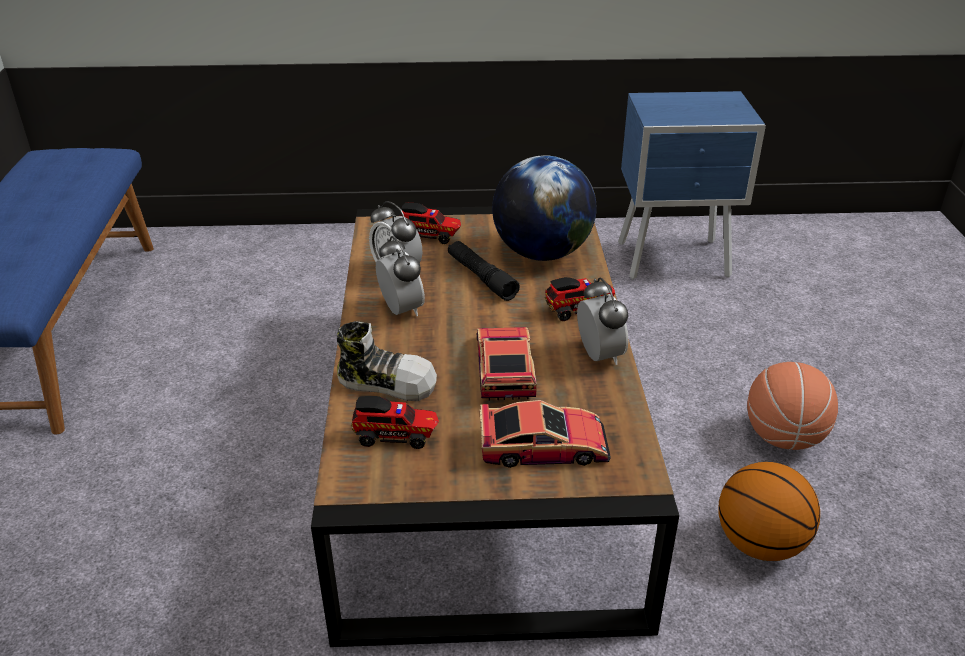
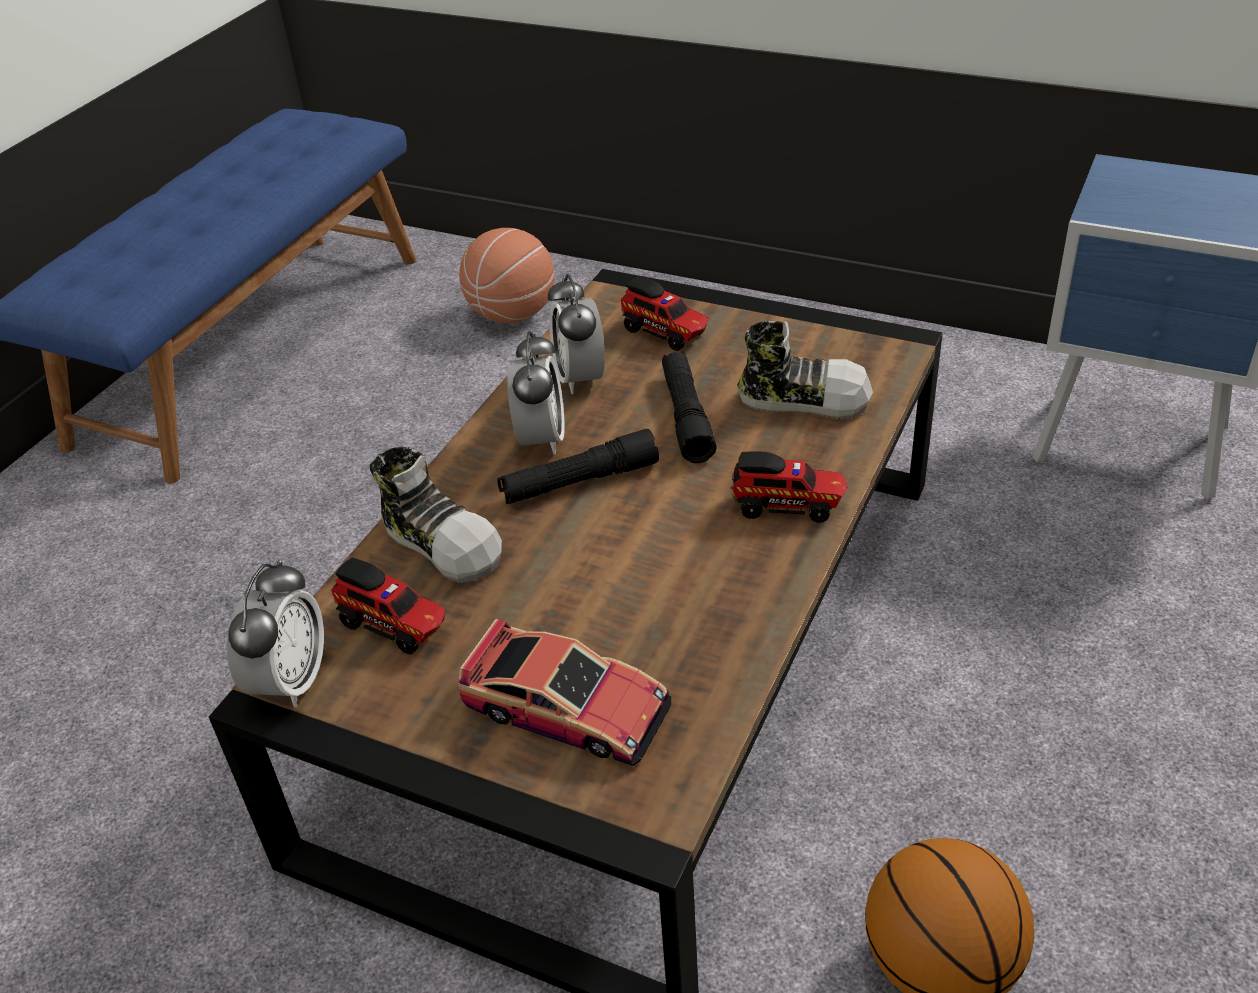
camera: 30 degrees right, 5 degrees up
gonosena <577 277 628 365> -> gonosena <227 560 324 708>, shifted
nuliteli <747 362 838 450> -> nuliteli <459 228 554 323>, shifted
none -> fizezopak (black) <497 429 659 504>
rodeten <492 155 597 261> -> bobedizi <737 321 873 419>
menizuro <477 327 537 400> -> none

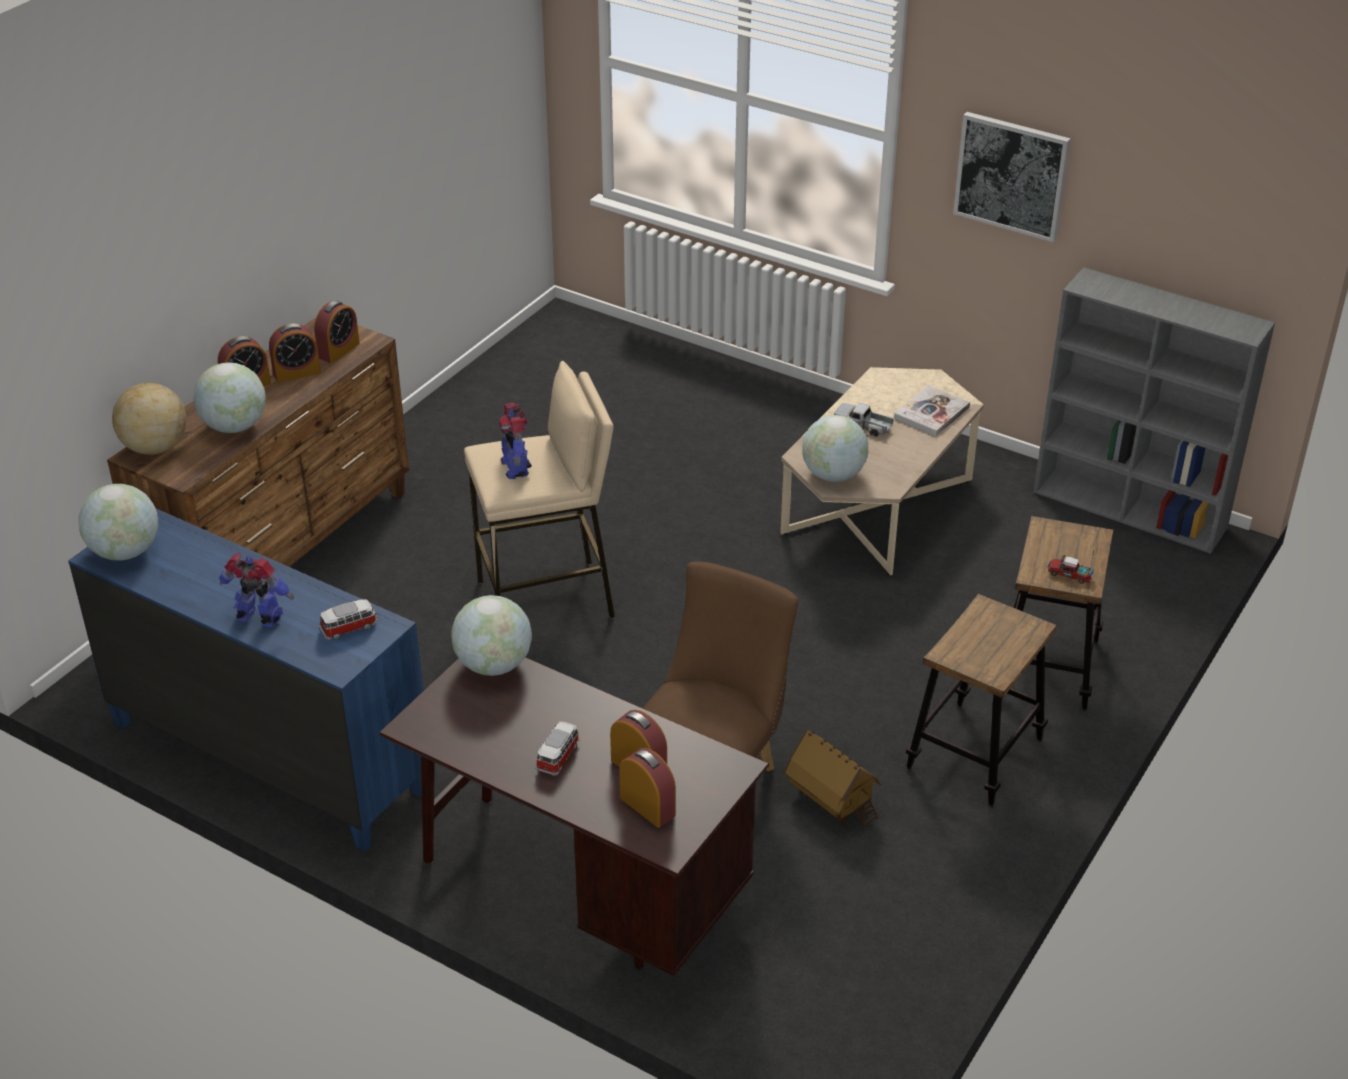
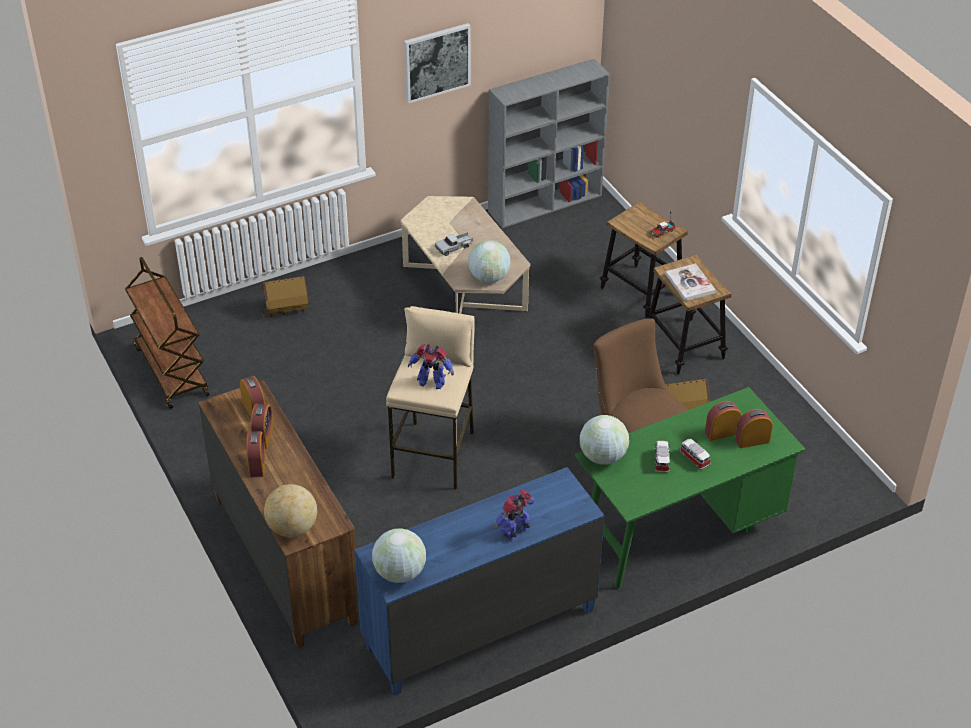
camera: 60 degrees left, 5 degrees up
none -> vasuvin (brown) <125 257 210 409>
none -> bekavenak <262 276 309 321>
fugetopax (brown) <379 657 769 976> -> fugetopax (green) <575 387 805 589>
menizuro <319 599 378 640> -> menizuro <655 441 670 472>, shifted
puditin <894 385 970 436> -> puditin <665 264 716 301>, shifted
rodeten <193 362 266 433> -> none

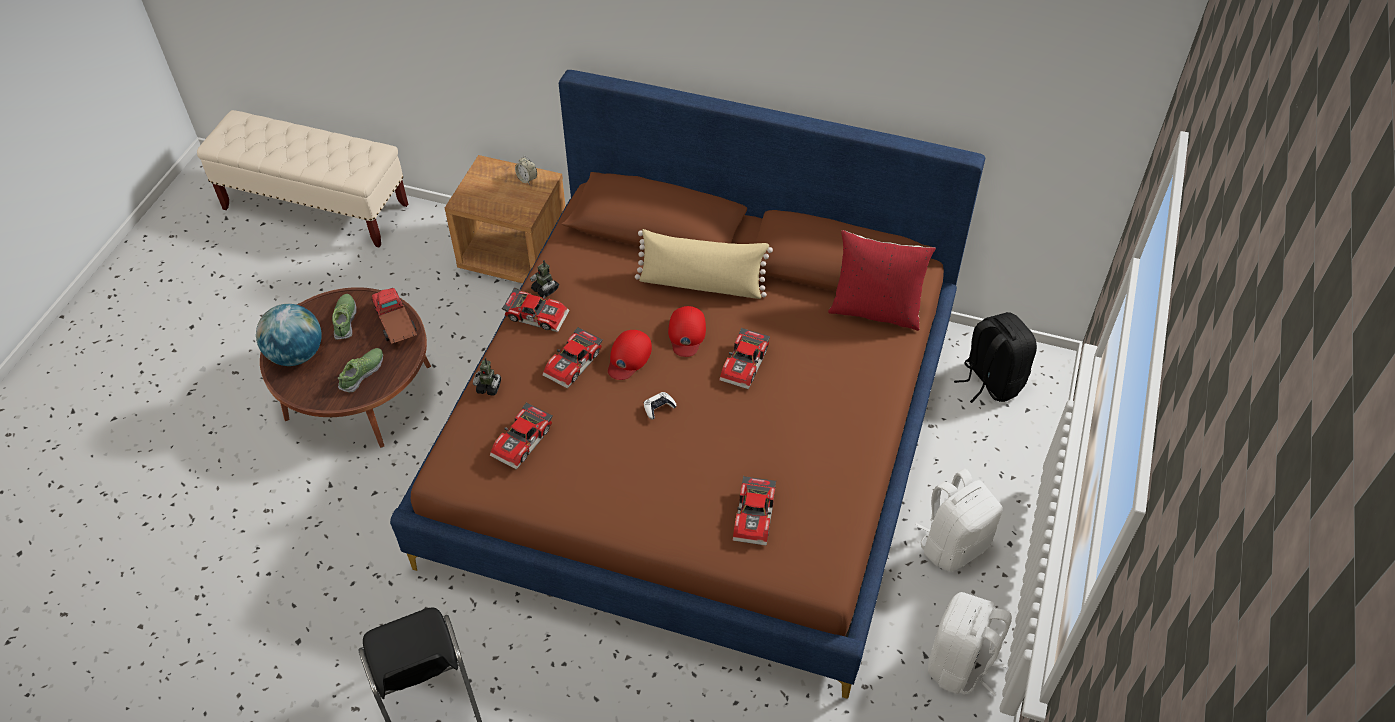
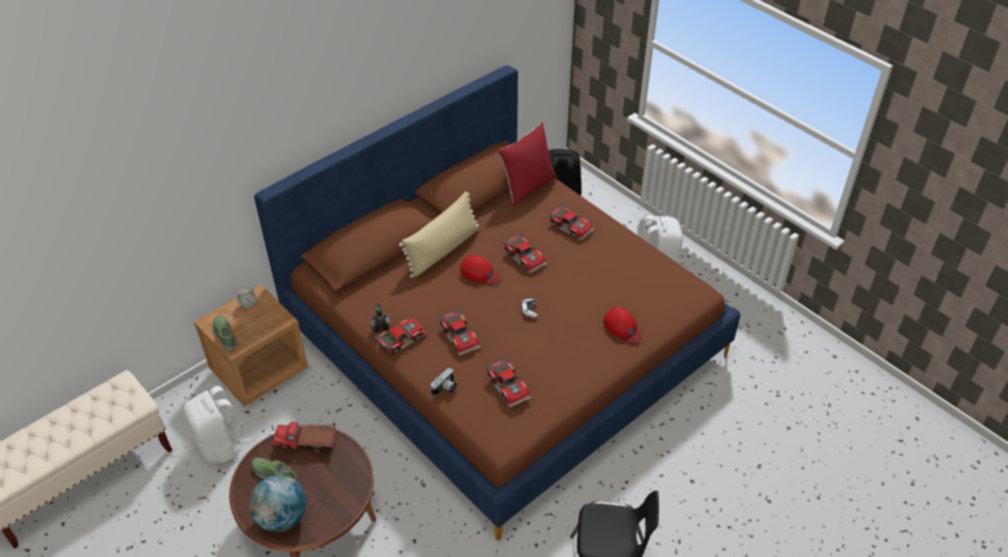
camera: 60 degrees left, 5 degrees down
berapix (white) <928 592 1012 696> -> berapix (white) <183 386 252 464>, shifted
bobedizi <338 348 383 393> -> bobedizi <213 315 238 351>, shifted
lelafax <473 357 501 396> -> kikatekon <431 368 457 396>
menizuro <733 476 776 546> -> menizuro <548 204 594 241>, shifted
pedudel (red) <608 330 652 380> -> pedudel (red) <604 307 642 344>, shifted

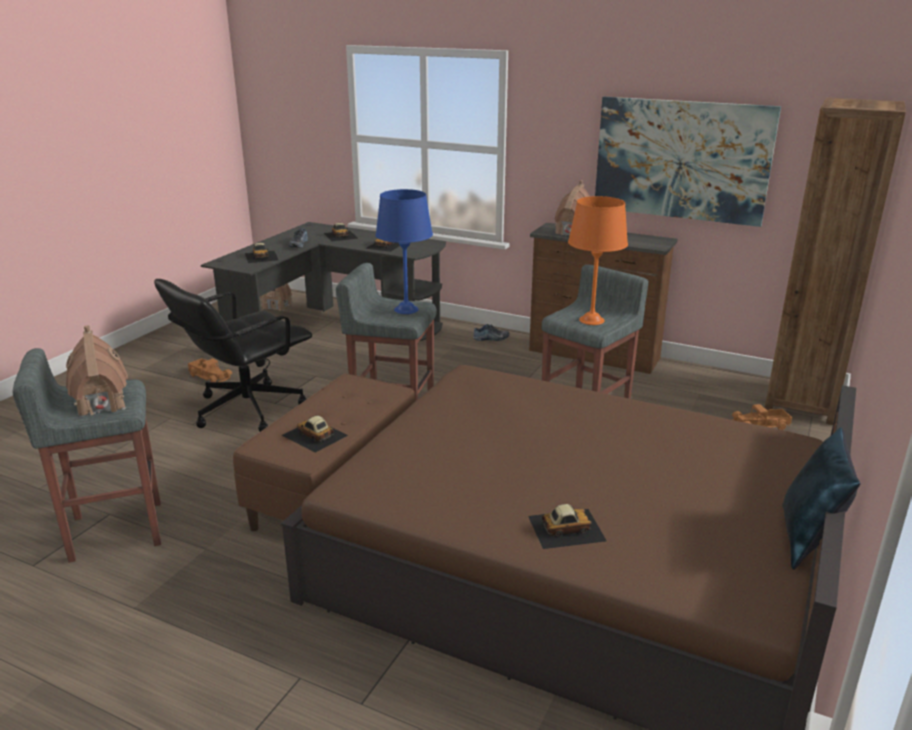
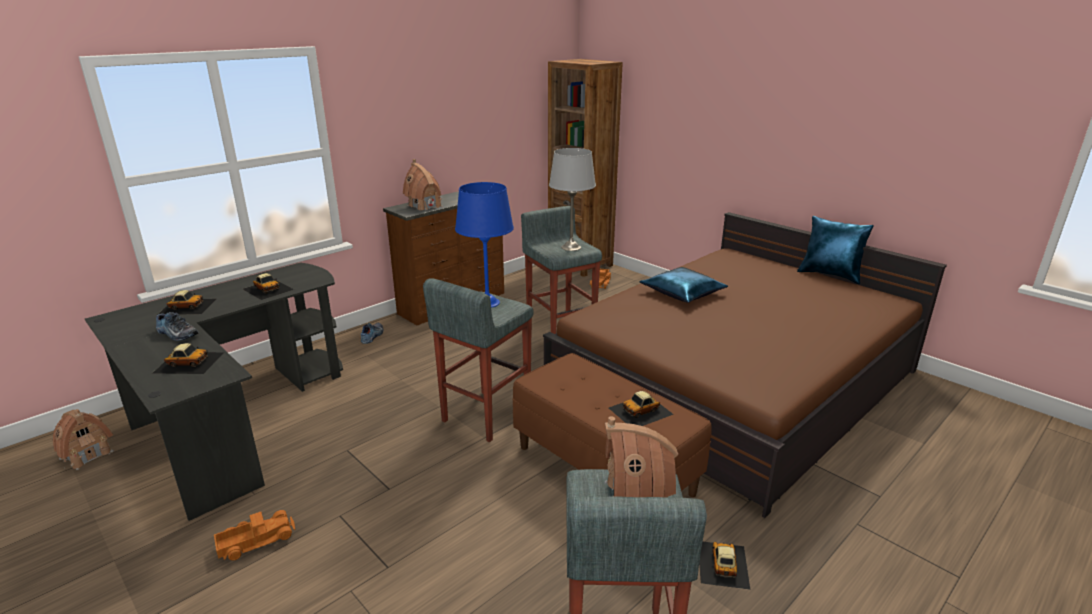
camera: 70 degrees left, 0 degrees up
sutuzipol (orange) <568 196 628 325> -> sutuzipol (grey) <549 148 596 251>
none -> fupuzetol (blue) <639 267 728 303>
menizuro <528 504 607 549> -> menizuro <699 541 750 590>, shifted
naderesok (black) <154 279 312 432> -> none
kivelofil <595 97 781 227> -> none

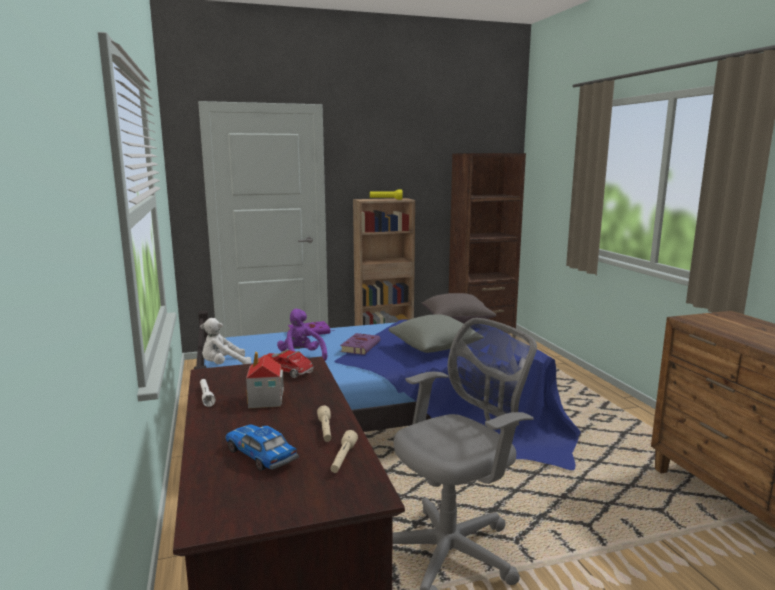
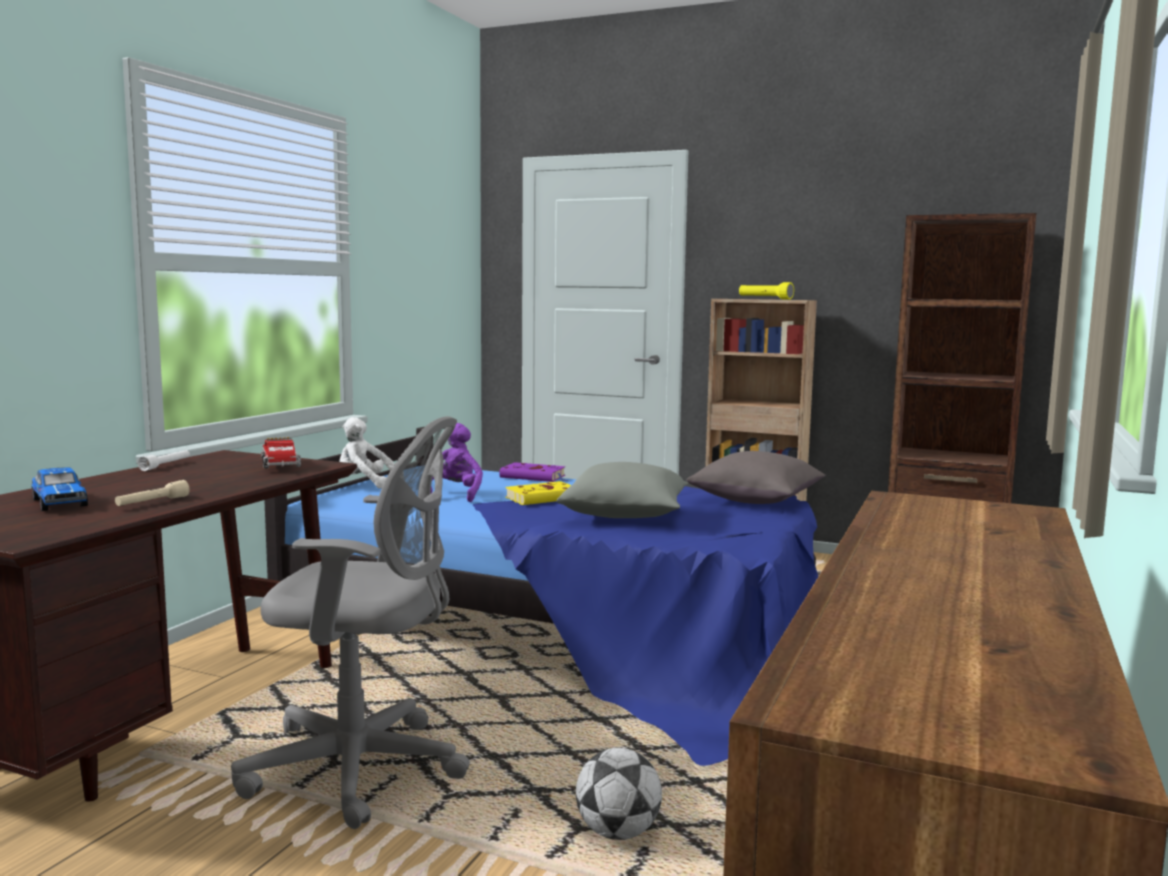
camera: 40 degrees right, 5 degrees down
menizuro <225 424 299 471> -> menizuro <31 467 88 511>, 150 degrees clockwise
puditin (purple) <340 333 380 355> -> puditin (yellow) <505 481 571 505>
none -> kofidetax <576 748 662 840>
bekavenak <246 351 284 409> -> none
fizezopak (beige) <330 430 358 473> -> none

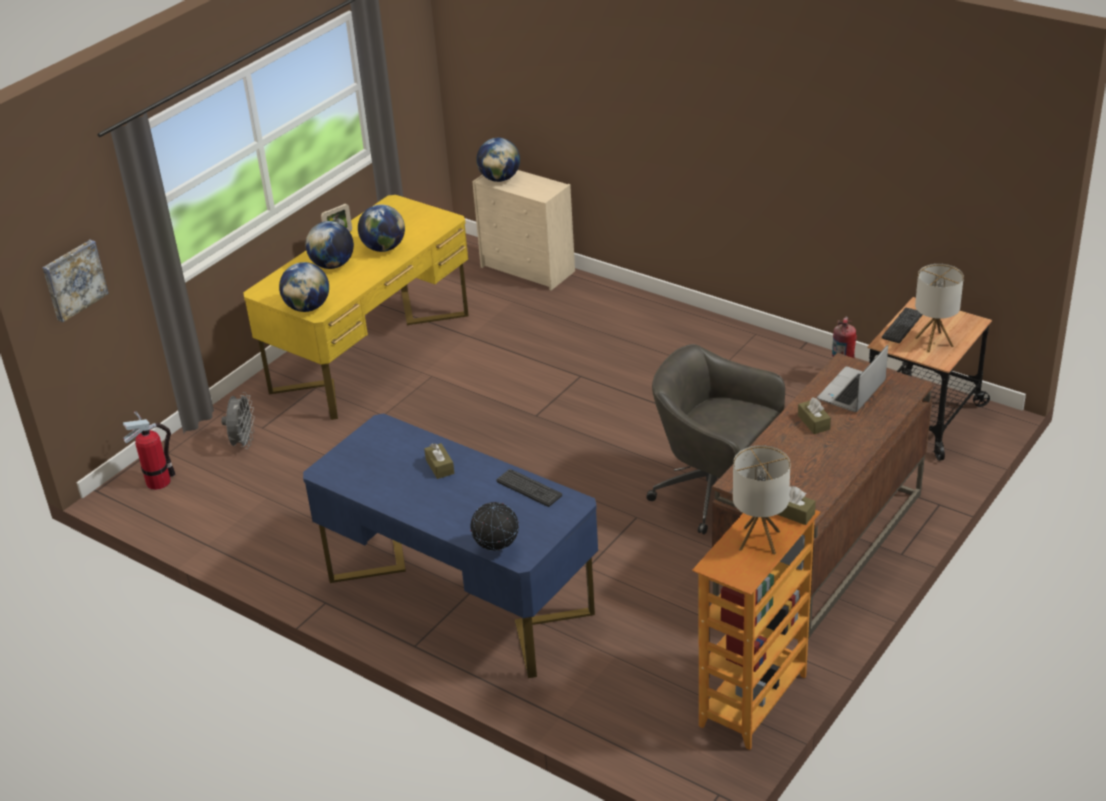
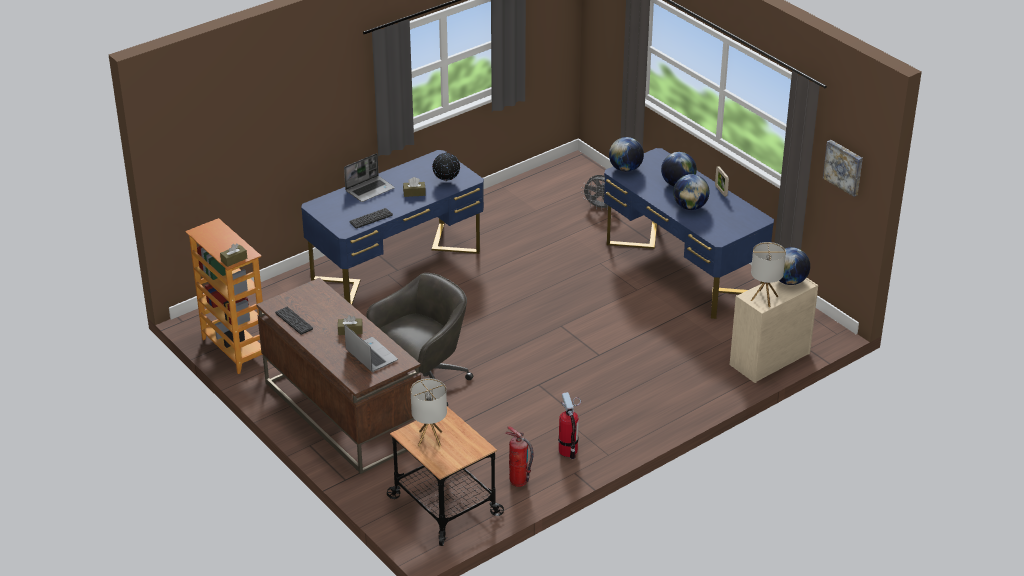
camera: 105 degrees right, 0 degrees up
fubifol <882 308 922 343> -> fubifol <275 307 313 335>, shifted
none -> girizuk <344 153 395 202>
rodeten <470 502 519 551> -> rodeten <432 151 460 182>, shifted
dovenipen <123 412 175 490> -> dovenipen <558 392 581 459>, shifted
fugetopax (yellow) <243 195 469 420> -> fugetopax (blue) <604 148 774 319>
sutuzipol <733 445 791 554> -> sutuzipol <751 242 786 307>, shifted
kivelofil <43 240 109 322> -> kivelofil <823 140 863 197>, shifted

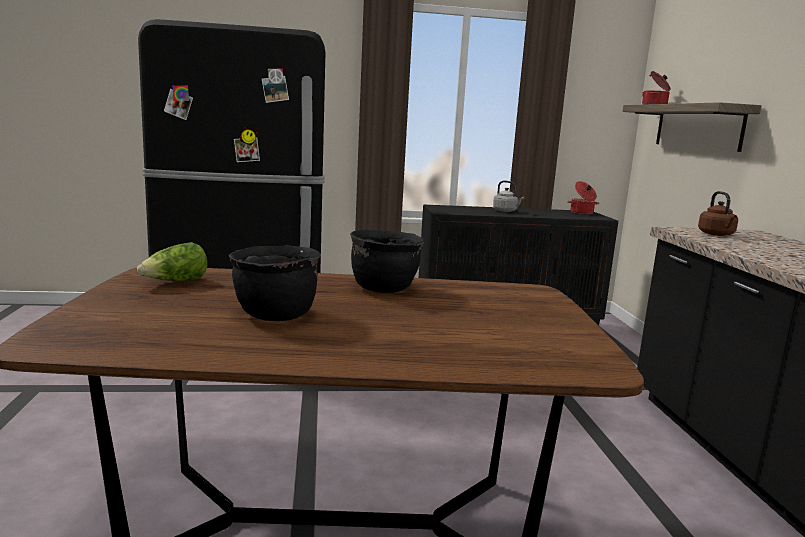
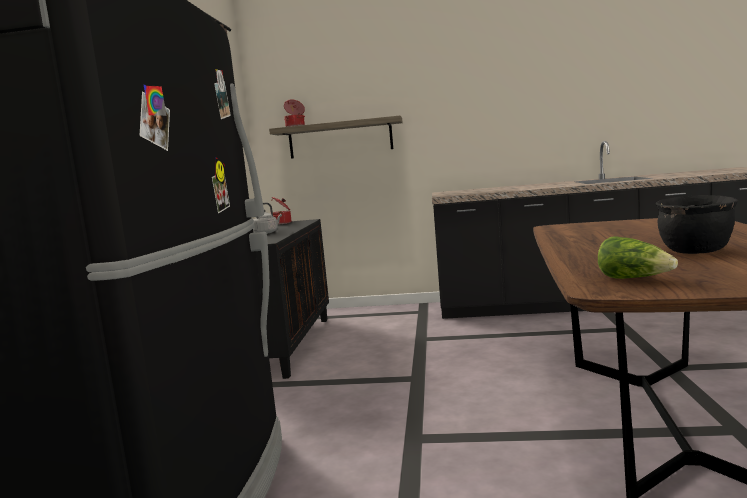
camera: 75 degrees left, 5 degrees down
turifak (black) <350 230 425 293> -> none
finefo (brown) <698 191 738 236> -> none

